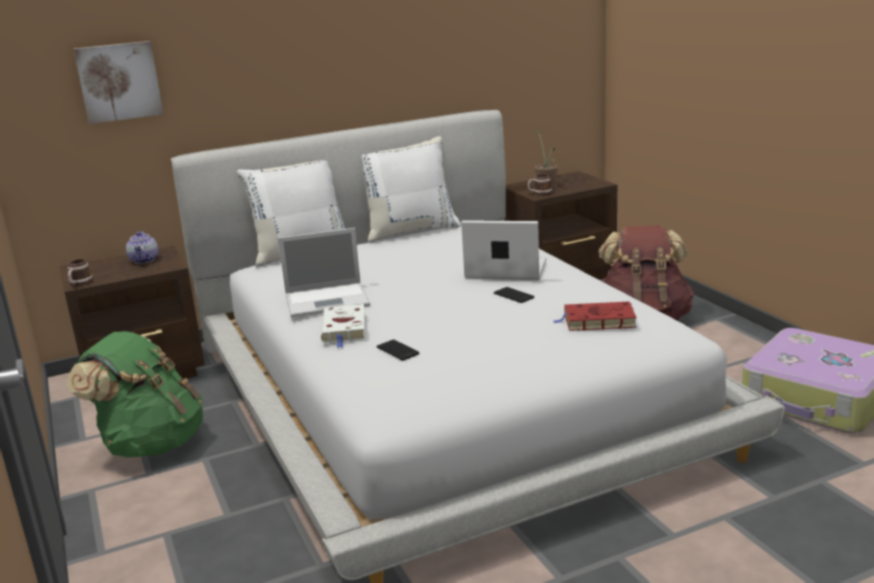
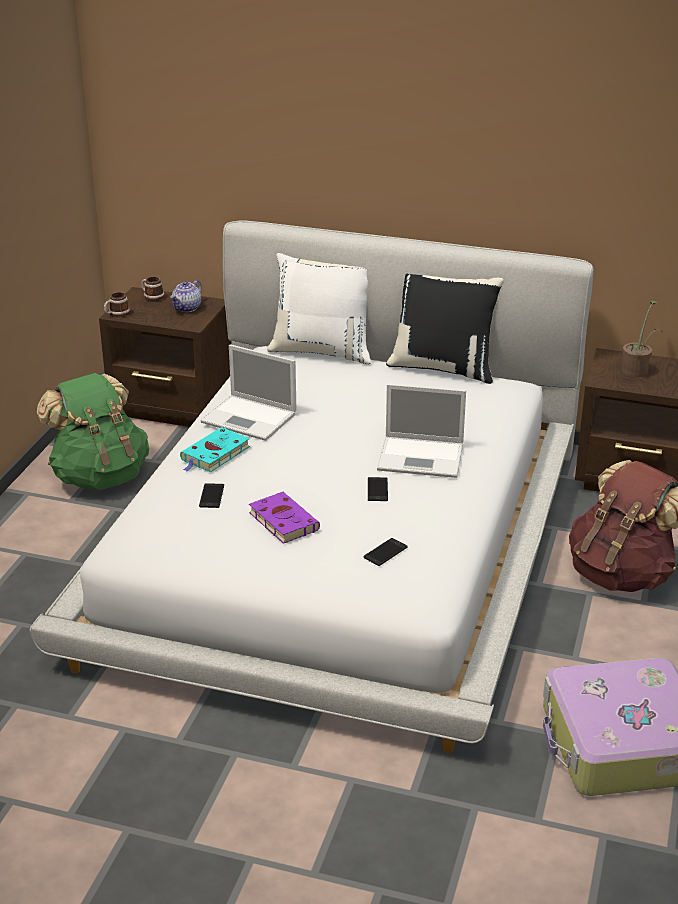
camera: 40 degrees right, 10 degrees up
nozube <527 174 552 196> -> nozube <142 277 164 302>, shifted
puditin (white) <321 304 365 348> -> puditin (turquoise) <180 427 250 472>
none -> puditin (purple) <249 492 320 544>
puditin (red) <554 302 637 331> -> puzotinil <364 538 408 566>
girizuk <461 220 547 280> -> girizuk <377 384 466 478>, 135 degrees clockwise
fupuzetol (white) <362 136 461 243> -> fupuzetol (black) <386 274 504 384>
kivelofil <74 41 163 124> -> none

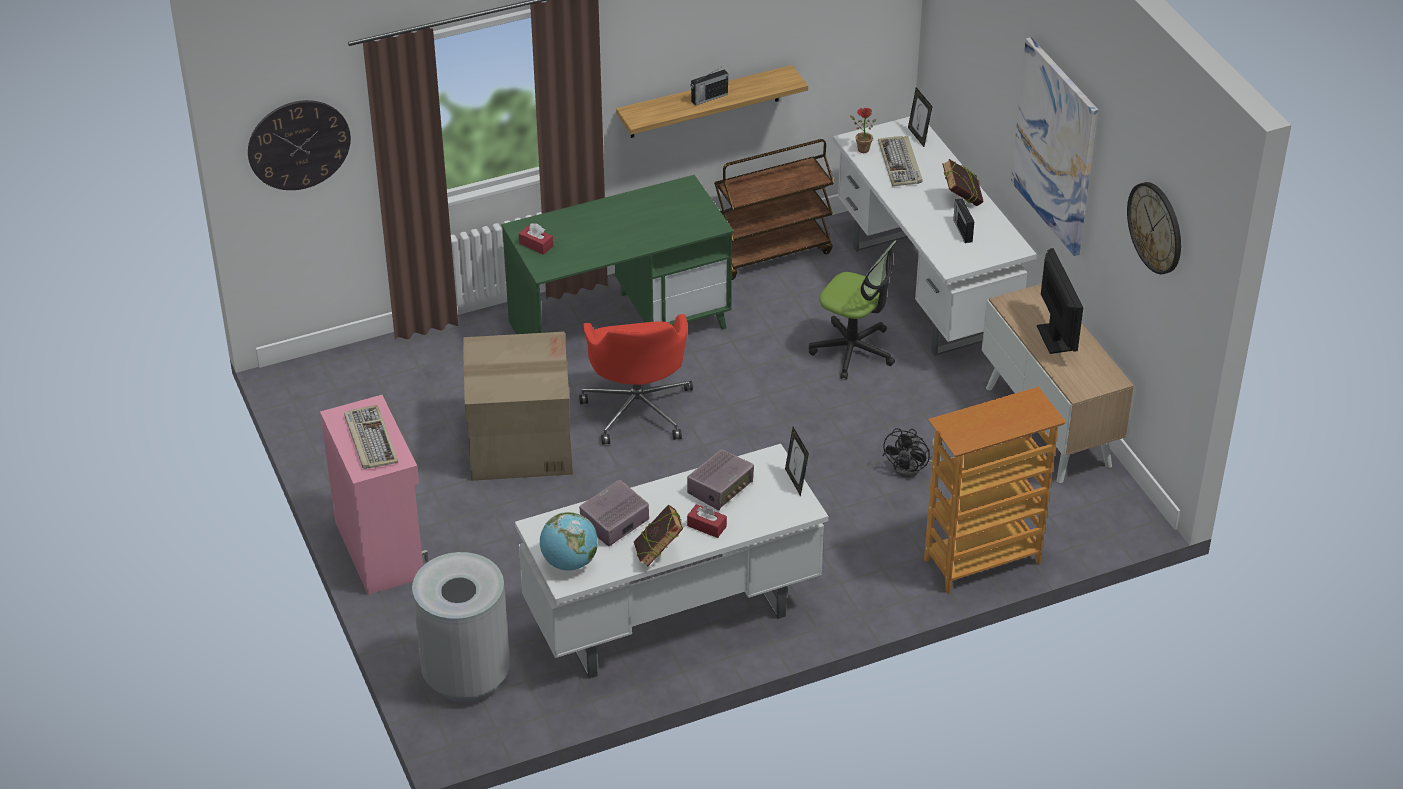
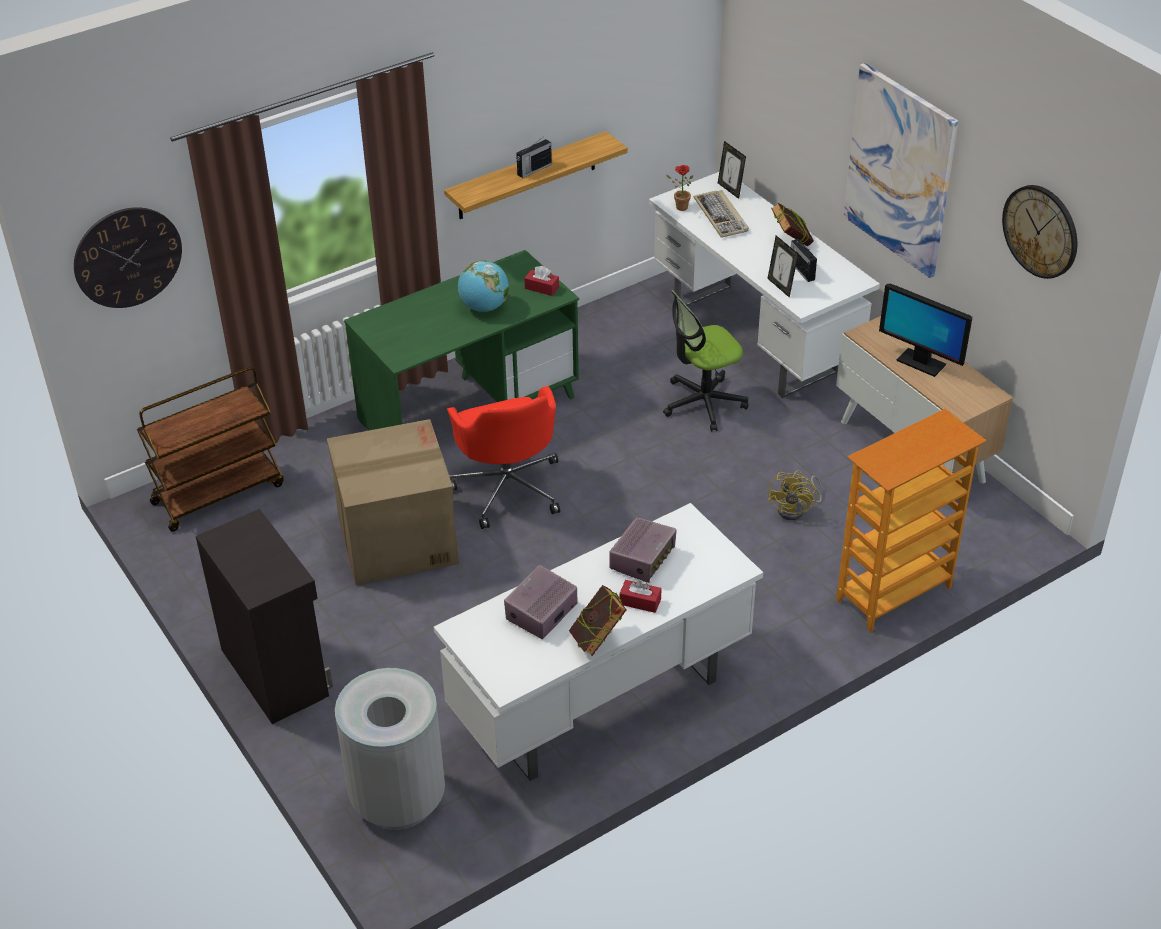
camera: 10 degrees left, 0 degrees up
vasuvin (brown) <714 139 834 280> -> vasuvin (brown) <137 367 284 532>, shifted
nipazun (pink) <320 395 428 595> -> nipazun (black) <196 509 333 724>
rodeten <540 512 598 571> -> rodeten <458 260 509 312>, shifted
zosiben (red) <519 223 553 255> -> zosiben (red) <524 266 559 296>, shifted
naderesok <809 240 897 380> -> naderesok <663 290 749 431>, 135 degrees clockwise
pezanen <785 427 809 496> -> pezanen <767 235 798 298>, shifted
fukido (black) <883 428 945 478> -> fukido (yellow) <768 470 822 520>
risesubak <1037 248 1083 354> -> risesubak <879 284 972 377>, 150 degrees clockwise
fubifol <344 405 398 469> -> none

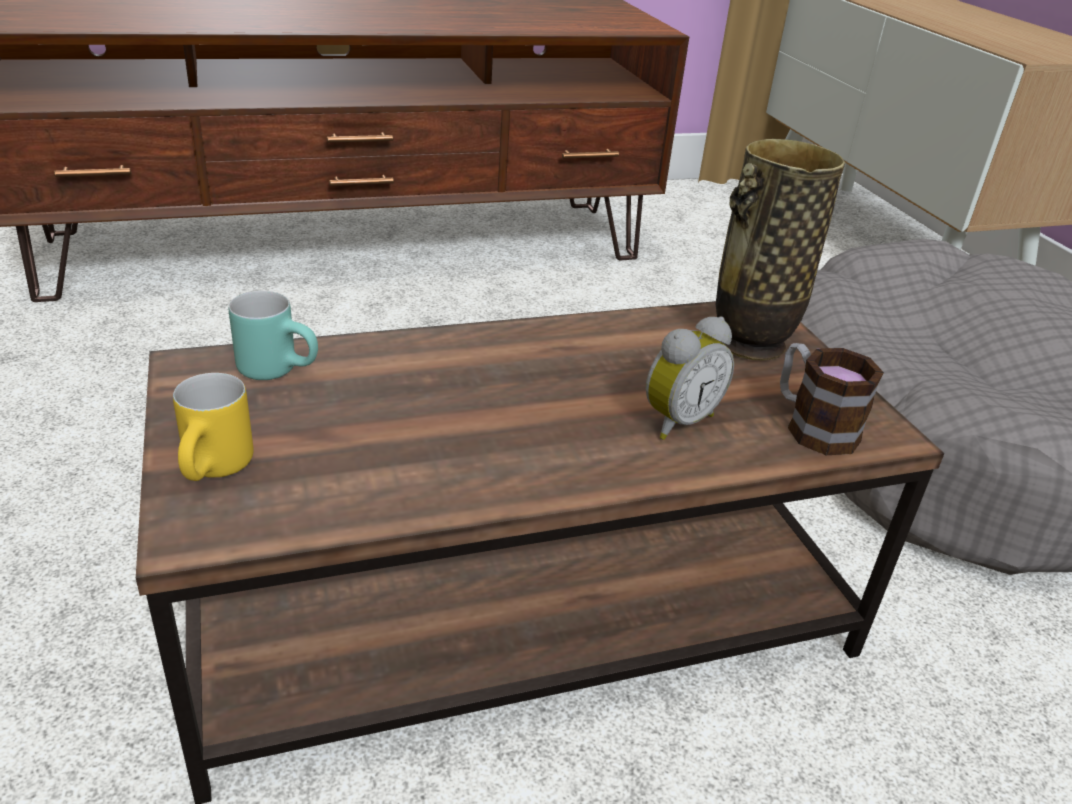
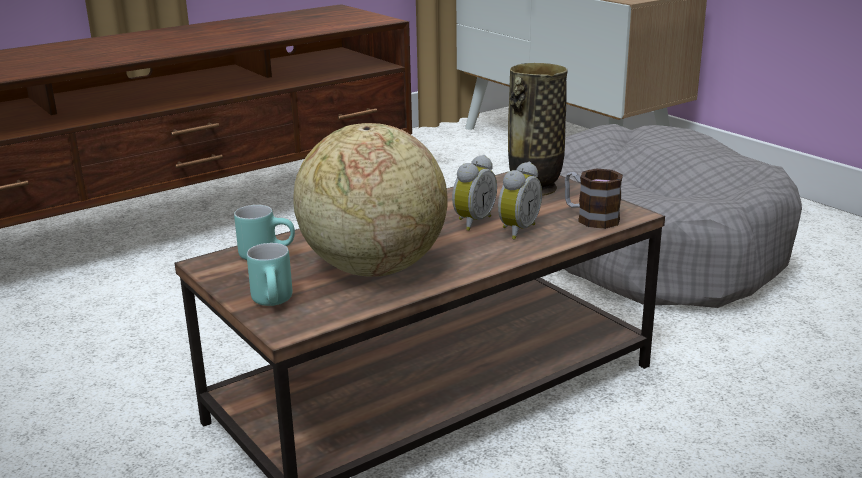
camera: 15 degrees left, 10 degrees down
nozube (yellow) <173 373 254 481> -> nozube (turquoise) <247 243 292 306>
none -> rodeten <294 123 448 277>
none -> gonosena <452 155 497 231>

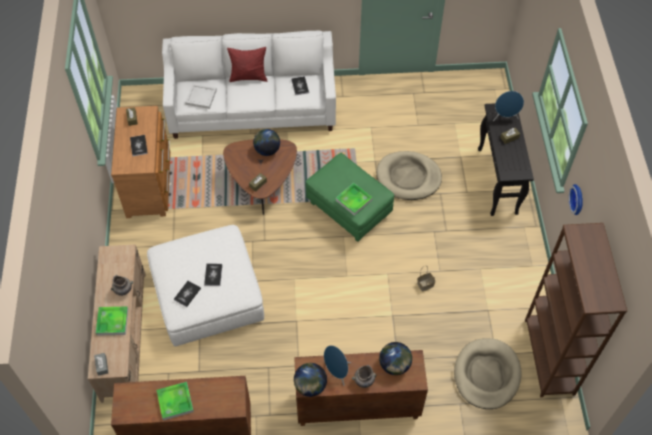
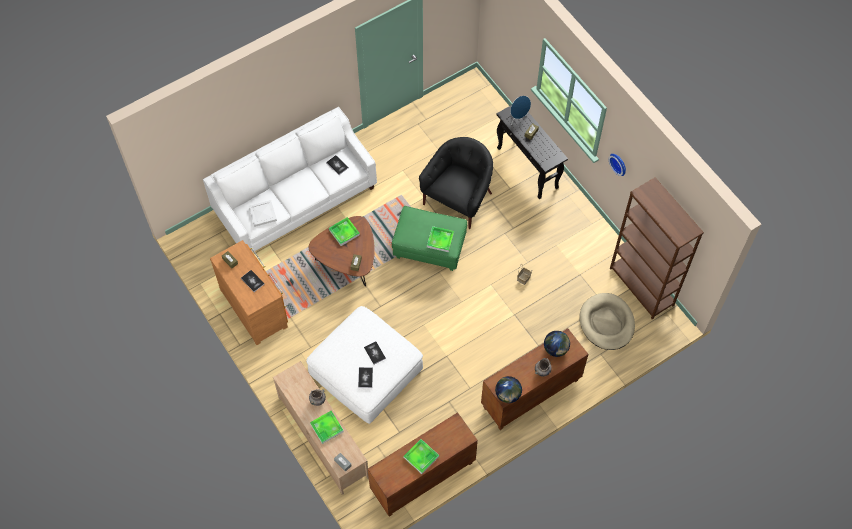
camera: 30 degrees left, 5 degrees up
rodeten <253 129 280 156> -> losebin <329 217 360 246>
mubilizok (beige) <377 151 442 200> -> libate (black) <419 137 493 229>
fupuzetol (red) <227 47 268 82> -> none
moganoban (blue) <324 345 351 386> -> none

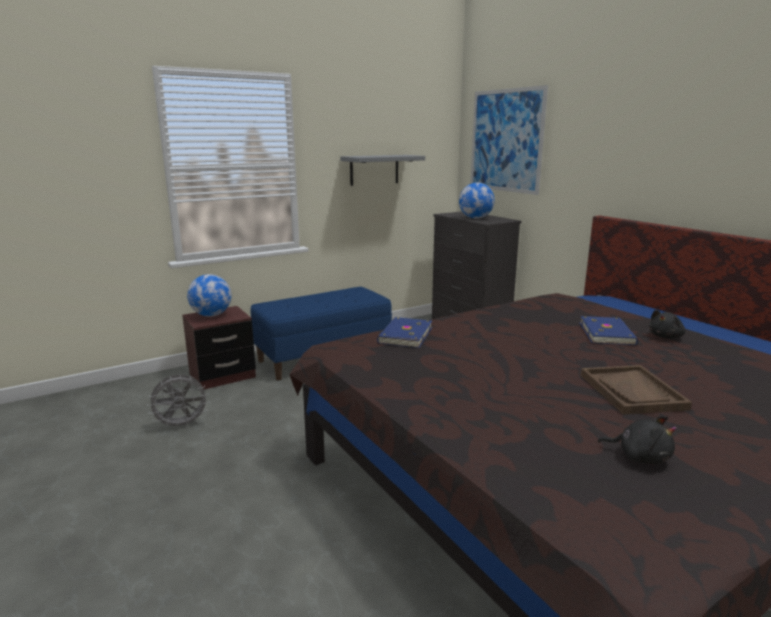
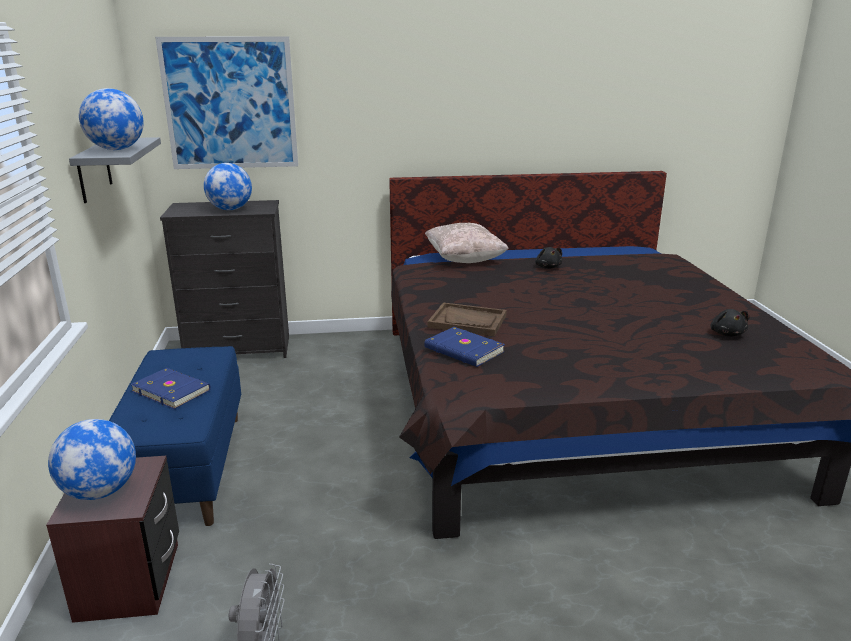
camera: 65 degrees left, 5 degrees up
none -> rodeten <79 88 144 150>
puditin (blue) <580 316 638 345> -> puditin (blue) <130 368 211 409>, shifted
none -> fupuzetol (beige) <425 223 509 263>
losebin (brown) <581 365 692 415> -> losebin (brown) <428 303 507 337>, shifted
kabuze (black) <598 416 677 464> -> kabuze (black) <711 309 749 337>, 120 degrees clockwise

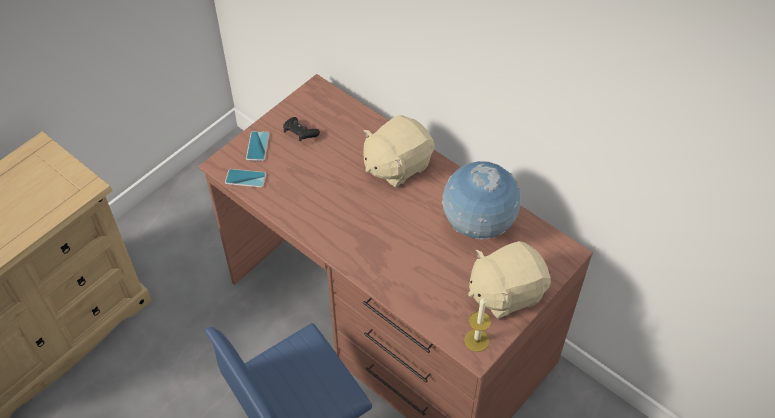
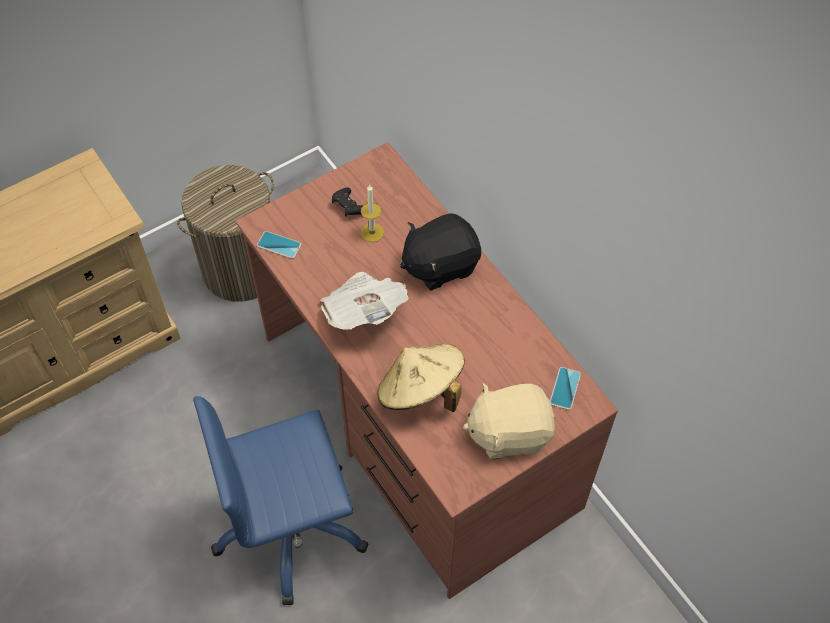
camera: 15 degrees right, 5 degrees up
none -> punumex <177 165 274 302>
none -> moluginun <320 272 409 330>
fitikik <464 297 491 352> -> fitikik <360 184 384 242>, shifted
none -> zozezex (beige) <377 344 465 412>
kabuze (beige) <363 115 435 188> -> kabuze (black) <400 213 481 291>
puzotinil <246 131 269 161> -> puzotinil <550 367 581 410>, shifted
rodeten <442 161 521 240> -> none

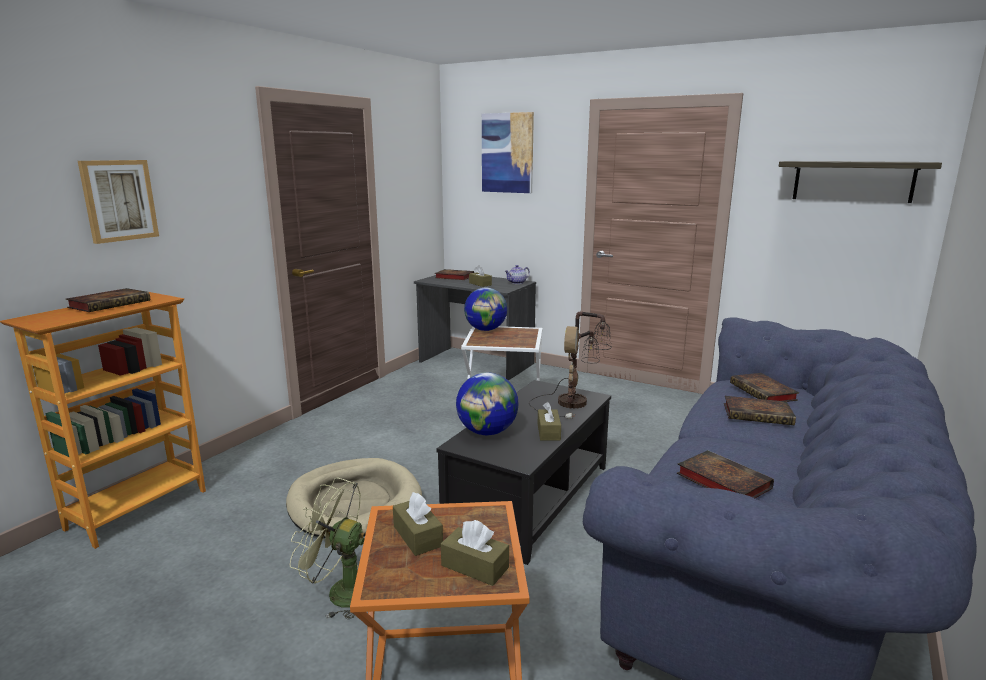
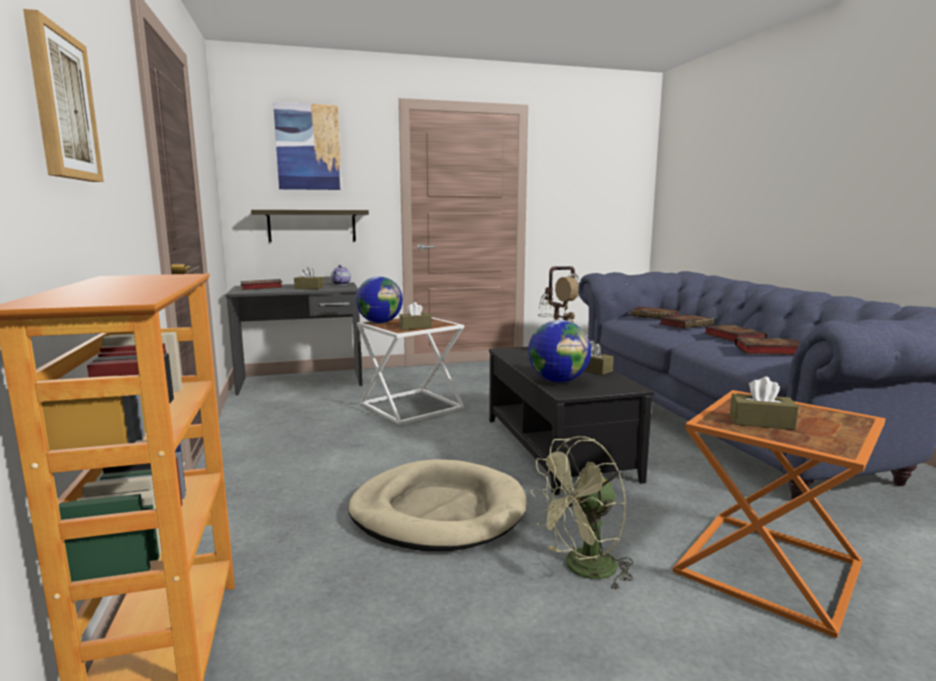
camera: 45 degrees left, 5 degrees down
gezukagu <779 161 942 203> -> gezukagu <251 210 369 242>, shifted
zosiben (brown) <441 520 509 586> -> zosiben (brown) <400 302 432 330>, shifted
puditin <65 288 150 312> -> puditin <703 324 767 342>, shifted

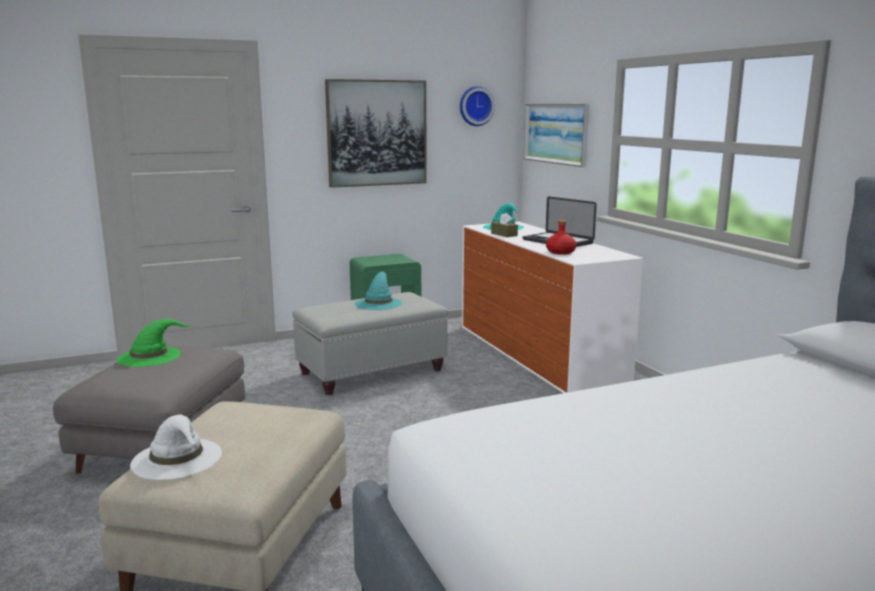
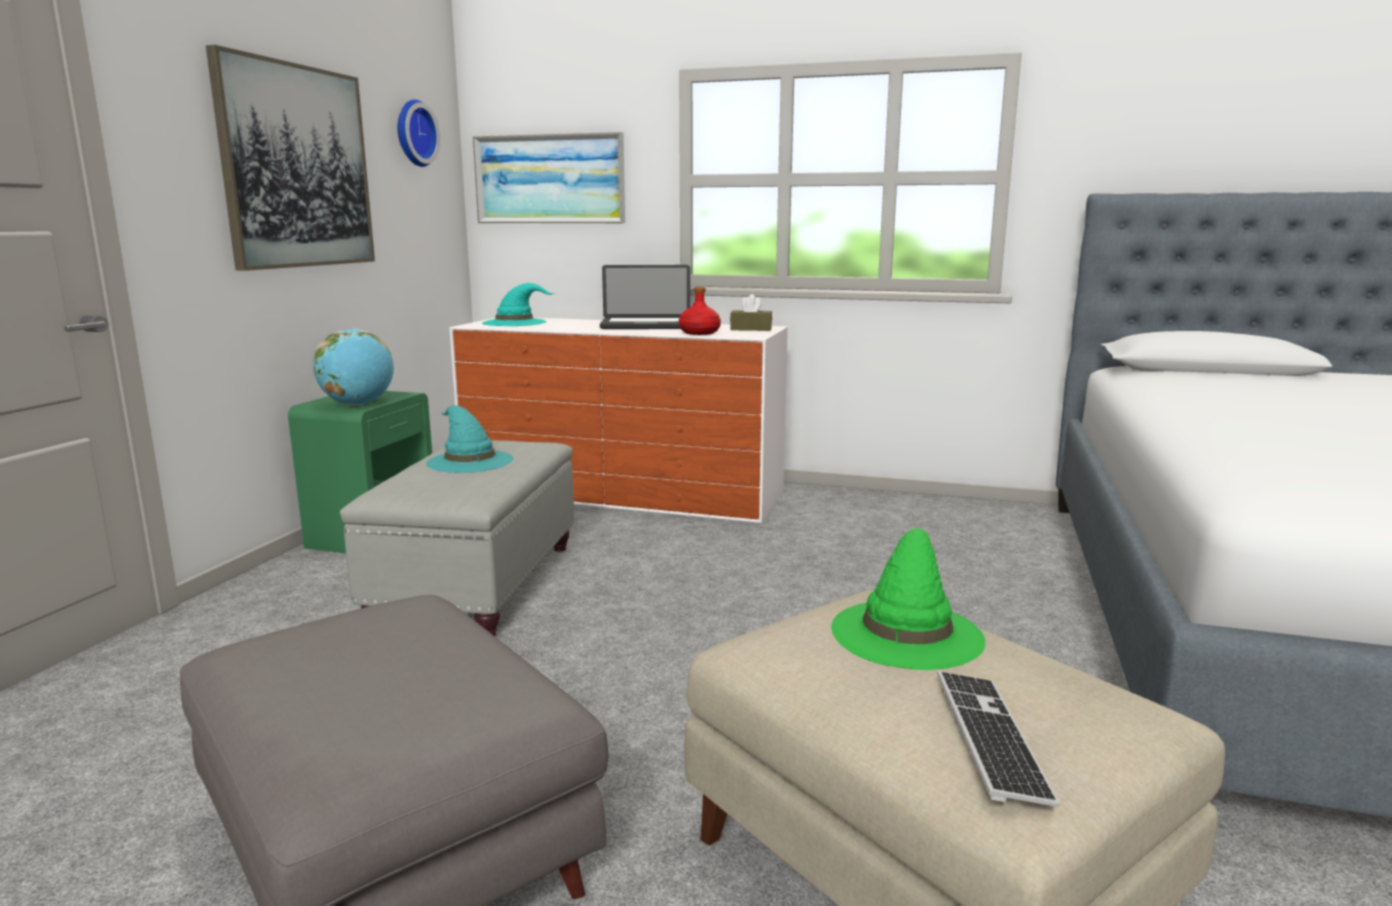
camera: 50 degrees left, 0 degrees up
none -> rodeten <313 328 394 405>
zosiben (brown) <491 212 518 237> -> zosiben (brown) <730 294 772 331>, shifted
zozezex (green) <117 319 191 367> -> zozezex (green) <831 528 985 670>, shifted
zozezex (white) <130 415 222 480> -> fubifol <937 671 1060 807>

